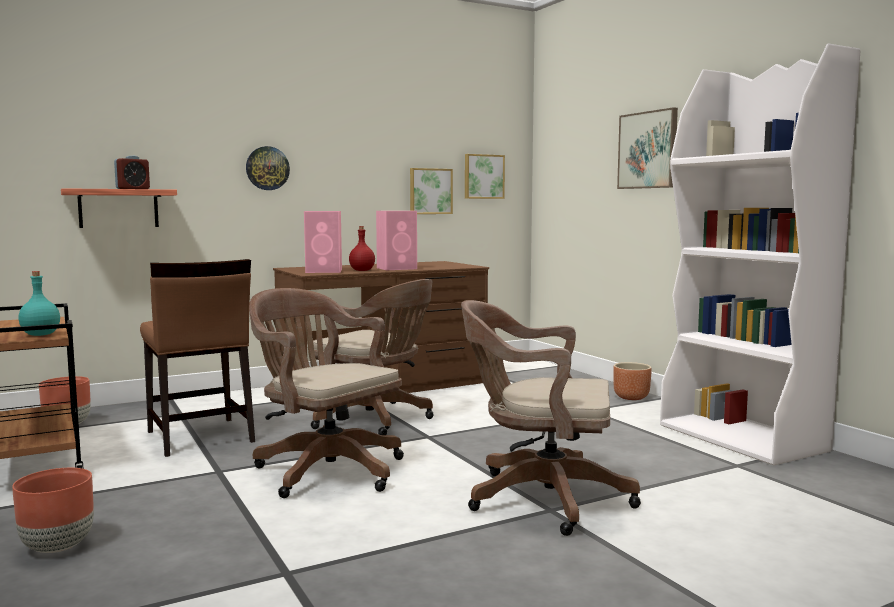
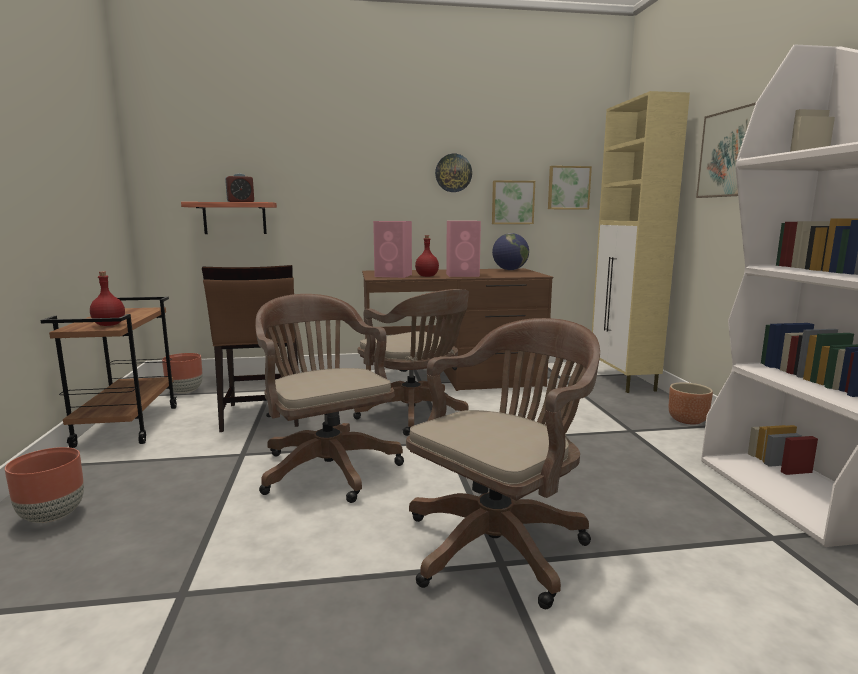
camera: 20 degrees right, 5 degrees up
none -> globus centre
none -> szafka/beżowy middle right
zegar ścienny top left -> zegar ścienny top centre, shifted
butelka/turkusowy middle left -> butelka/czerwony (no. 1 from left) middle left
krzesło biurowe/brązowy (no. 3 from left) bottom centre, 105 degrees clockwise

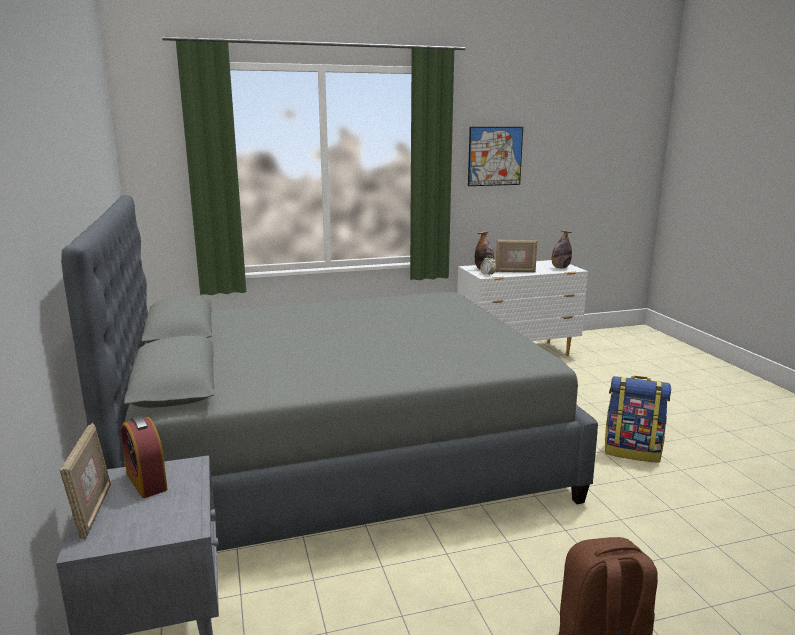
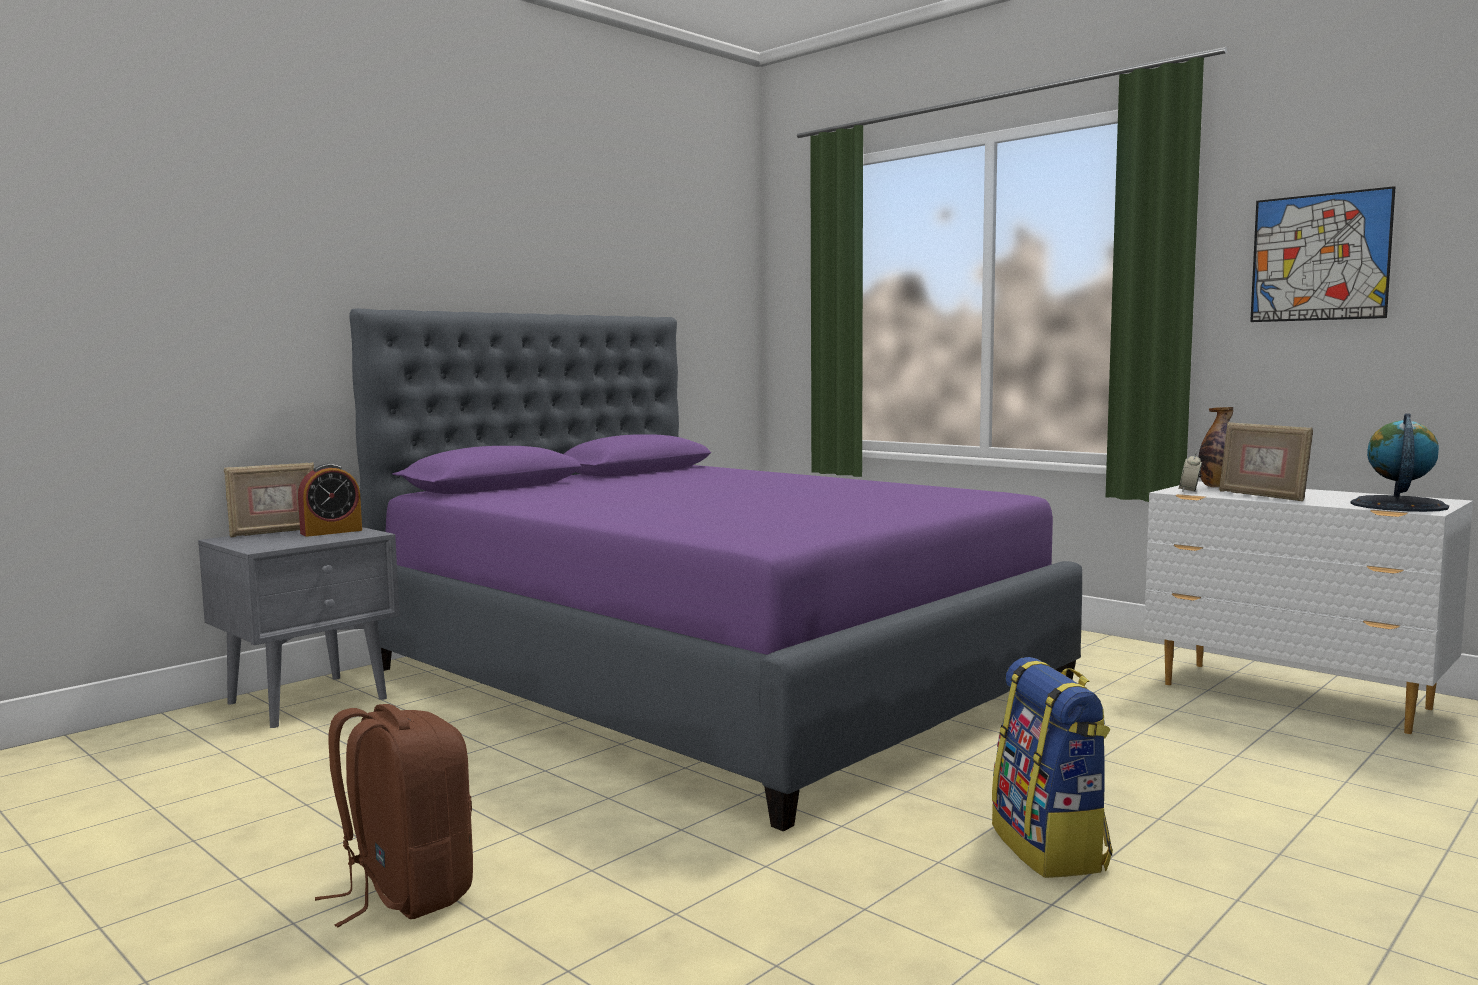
camera: 60 degrees right, 10 degrees down
butelka (no. 2 from left) middle right -> globus middle right
łóżko/szary centre -> łóżko/fioletowy centre
budzik (no. 1 from left) bottom left -> budzik (no. 1 from left) middle left, 150 degrees counterclockwise

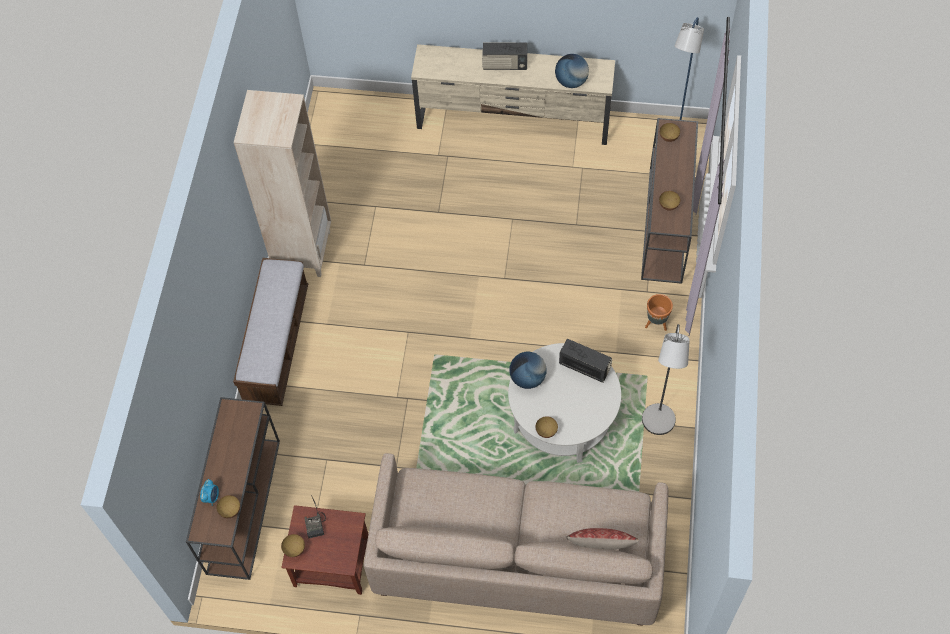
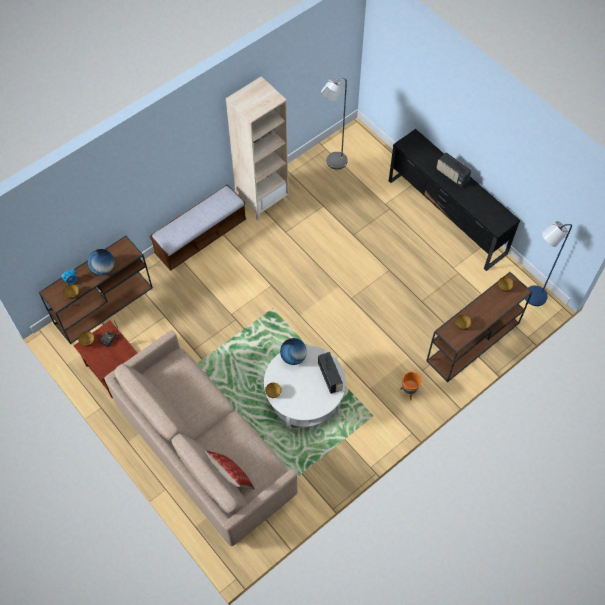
camera: 40 degrees right, 0 degrees up
globus (no. 2 from left in the first image) top centre -> globus (no. 1 from left) middle left, shifted
lampa stojąca/szary middle right -> lampa stojąca/szary top centre, shifted
szafka pod telewizor/beżowy top centre -> szafka pod telewizor/czarny top right

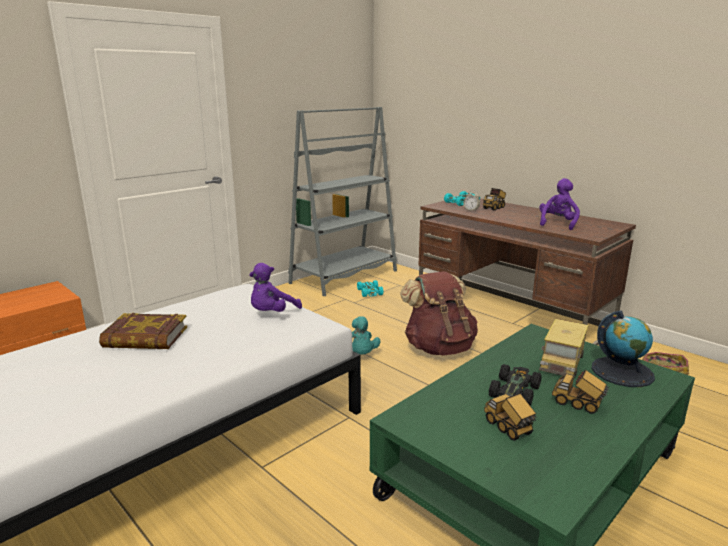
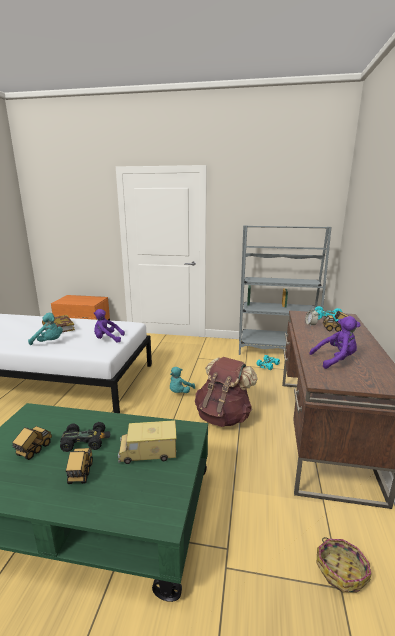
camera: 55 degrees right, 0 degrees up
globus middle right -> none
none -> pluszak/turkusowy (no. 1 from left) middle left

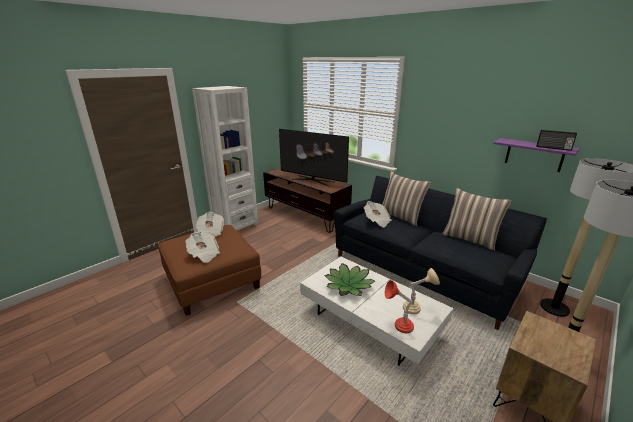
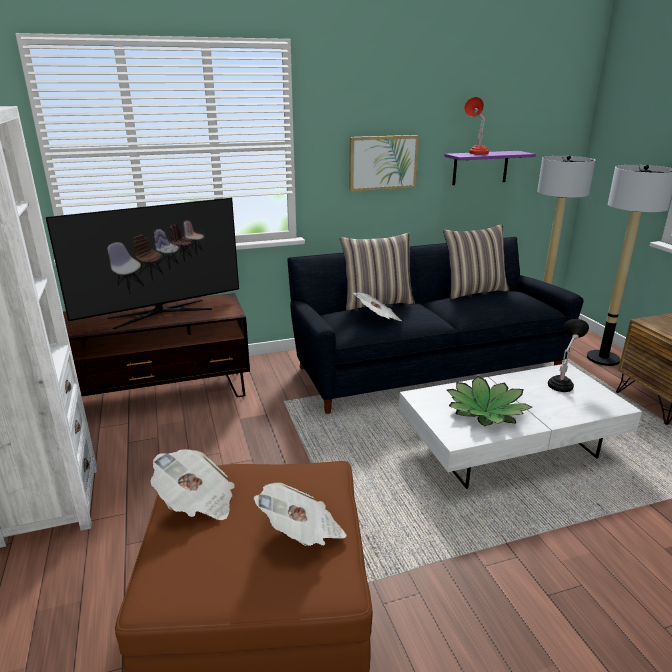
camera: 60 degrees left, 0 degrees up
radio top right -> none
none -> obraz top centre
lampa stołowa/czerwony bottom centre -> lampa stołowa/czerwony top right, shifted
lampa stołowa/beżowy bottom centre -> lampa stołowa/czarny middle right

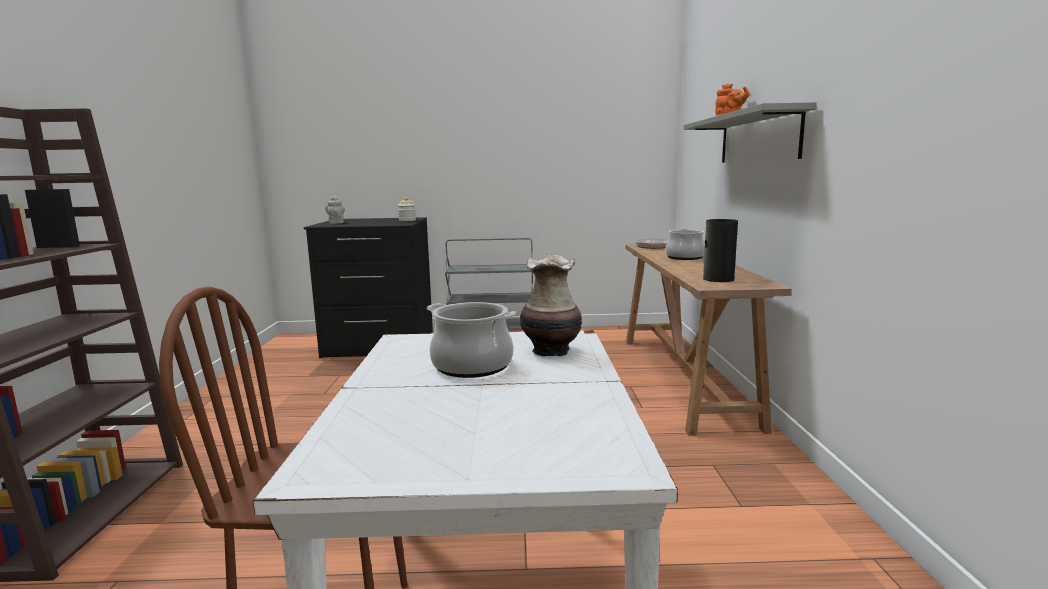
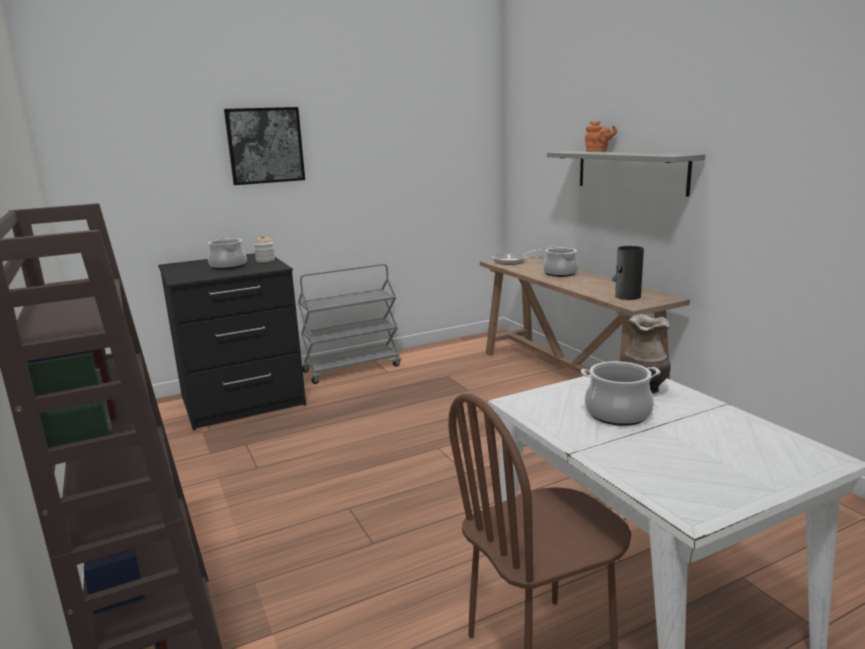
camera: 25 degrees left, 5 degrees up
imbryk/szary middle left -> none
none -> garnek (no. 1 from left) middle left
none -> obraz top left

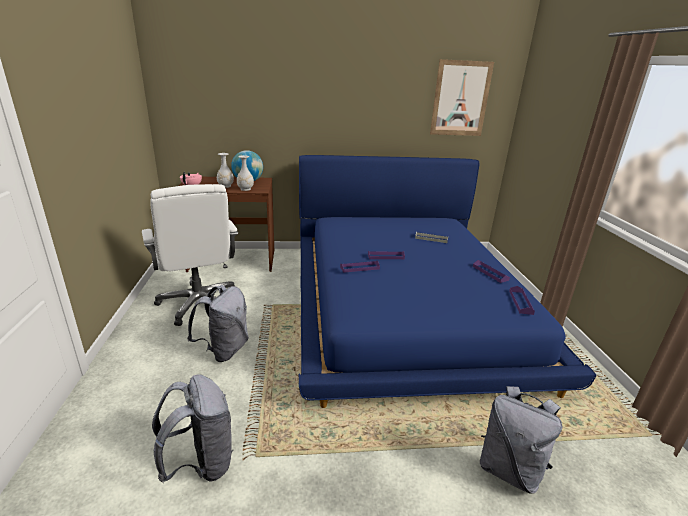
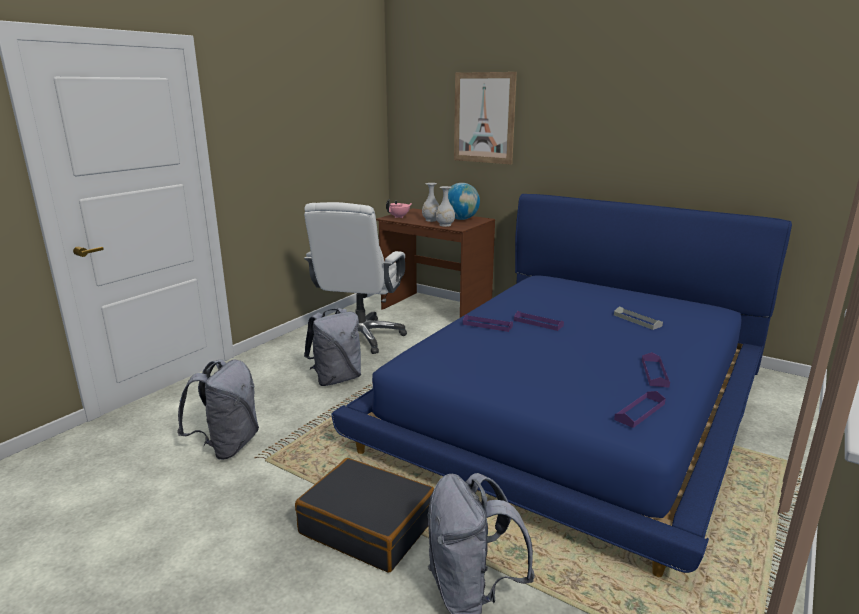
camera: 40 degrees right, 5 degrees down
none -> walizka/czarny bottom centre
obraz top right -> obraz top centre, shifted

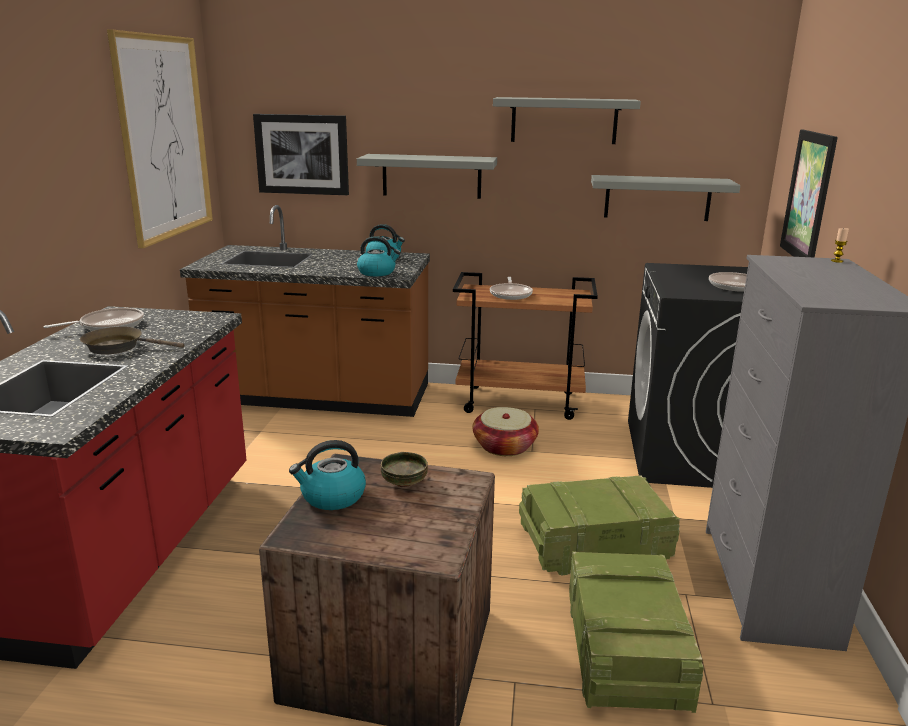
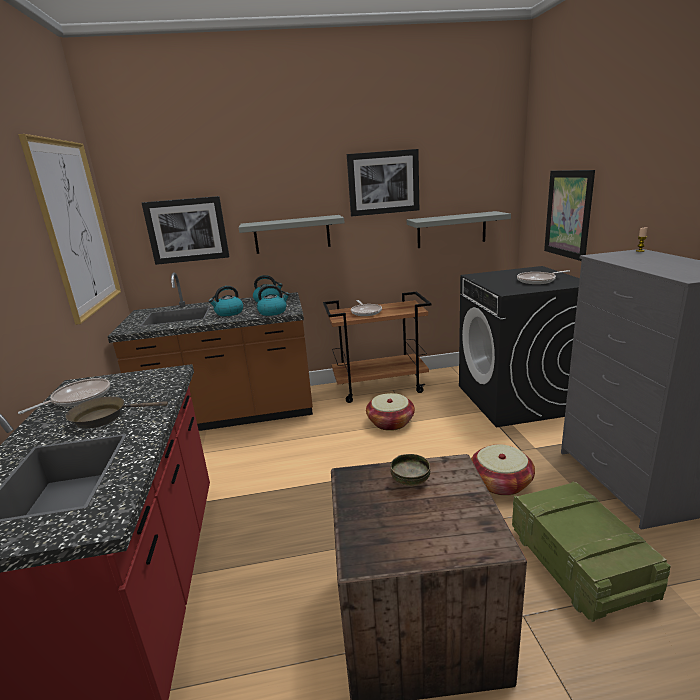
camera: 15 degrees left, 0 degrees up
czajnik (no. 1 from left) centre -> czajnik (no. 1 from left) middle left, shifted
półka/szary (no. 2 from left) top centre -> obraz (no. 3 from left) top centre
skrzynka (no. 2 from left) bottom centre -> koszyk (no. 2 from left) bottom right

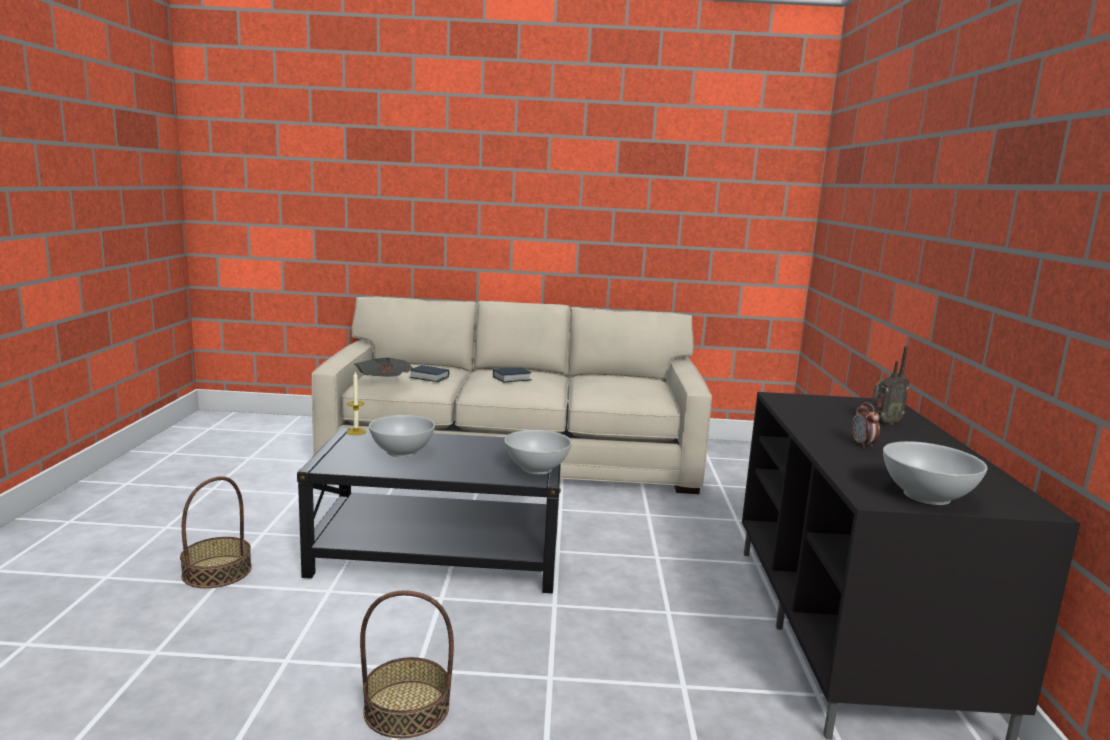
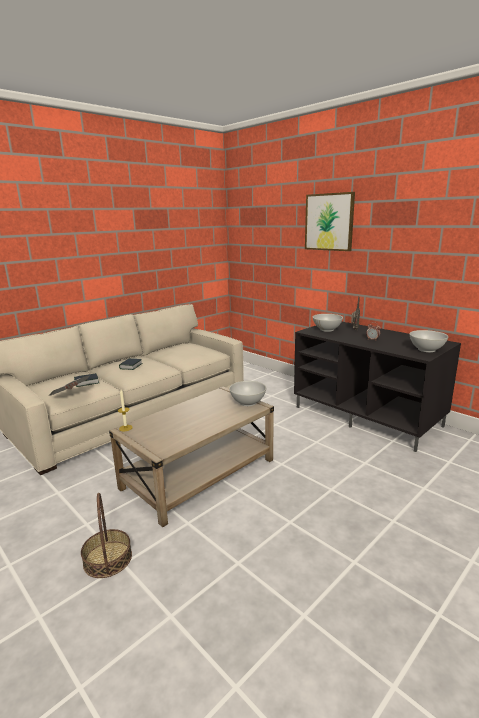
camera: 45 degrees left, 5 degrees up
koszyk (no. 2 from left) bottom centre -> none
none -> obraz top right
miska/biały (no. 1 from left in the first image) centre -> miska/biały (no. 2 from left) middle right, shifted
ława/czarny bottom centre -> ława/beżowy centre

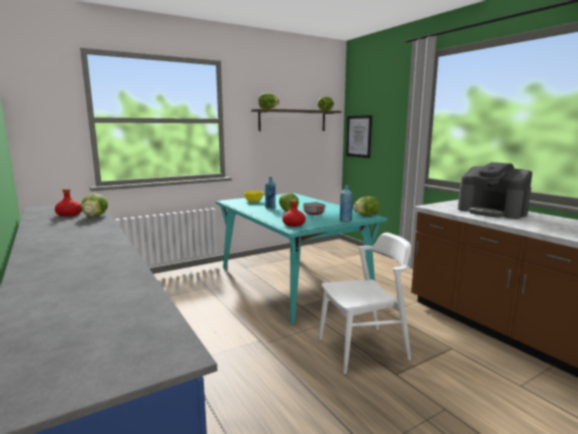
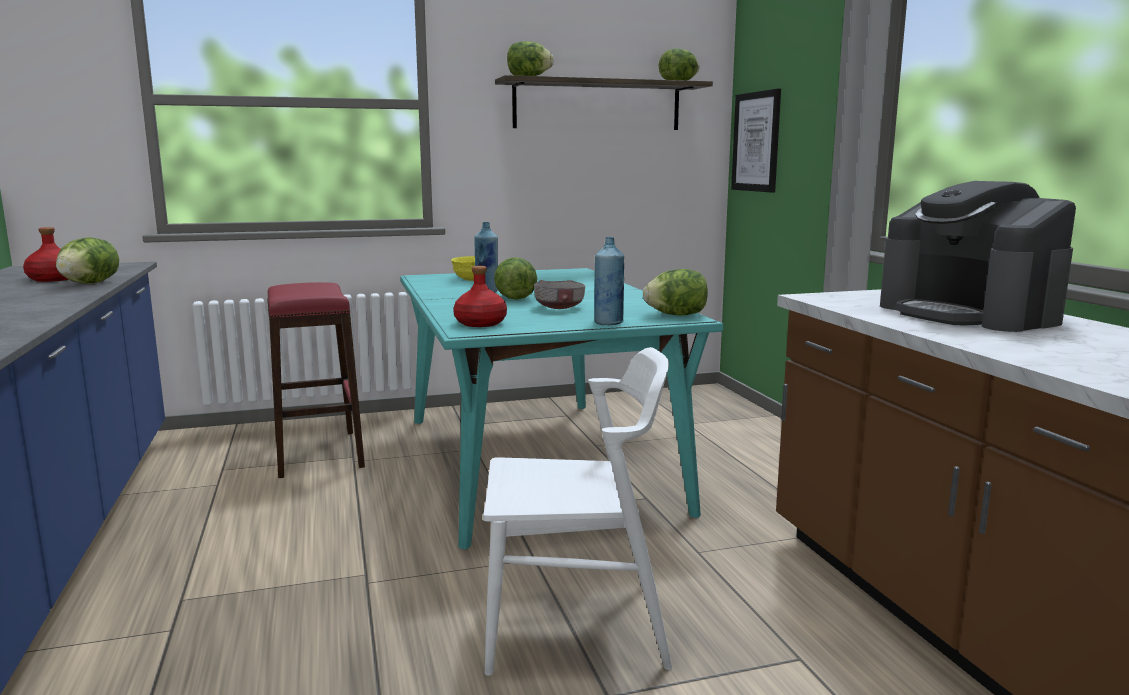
camera: 15 degrees right, 0 degrees up
none -> stołek/czerwony middle left

